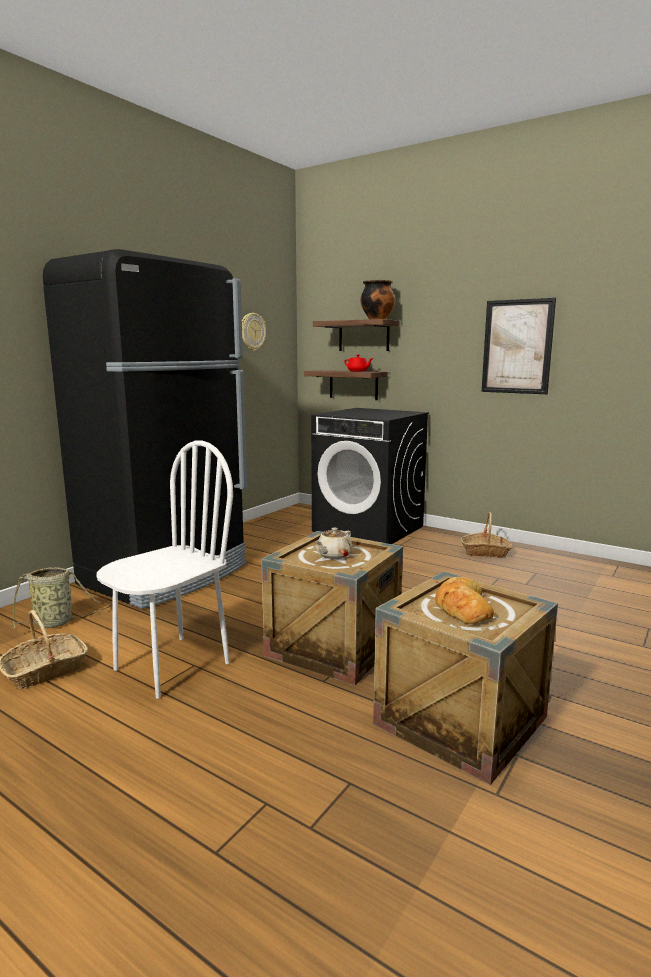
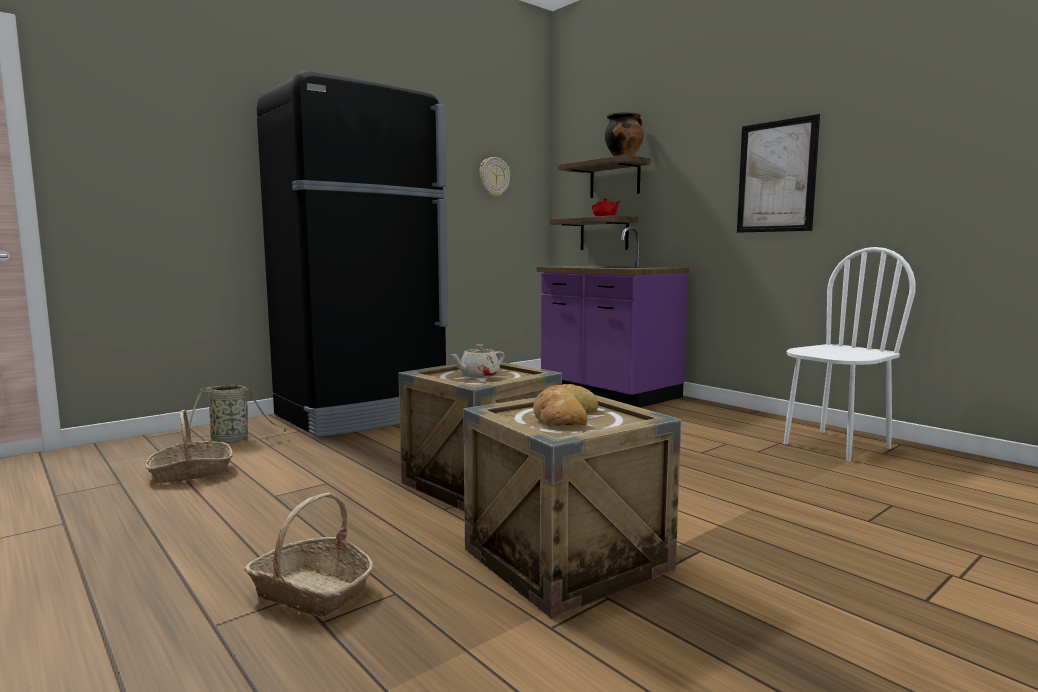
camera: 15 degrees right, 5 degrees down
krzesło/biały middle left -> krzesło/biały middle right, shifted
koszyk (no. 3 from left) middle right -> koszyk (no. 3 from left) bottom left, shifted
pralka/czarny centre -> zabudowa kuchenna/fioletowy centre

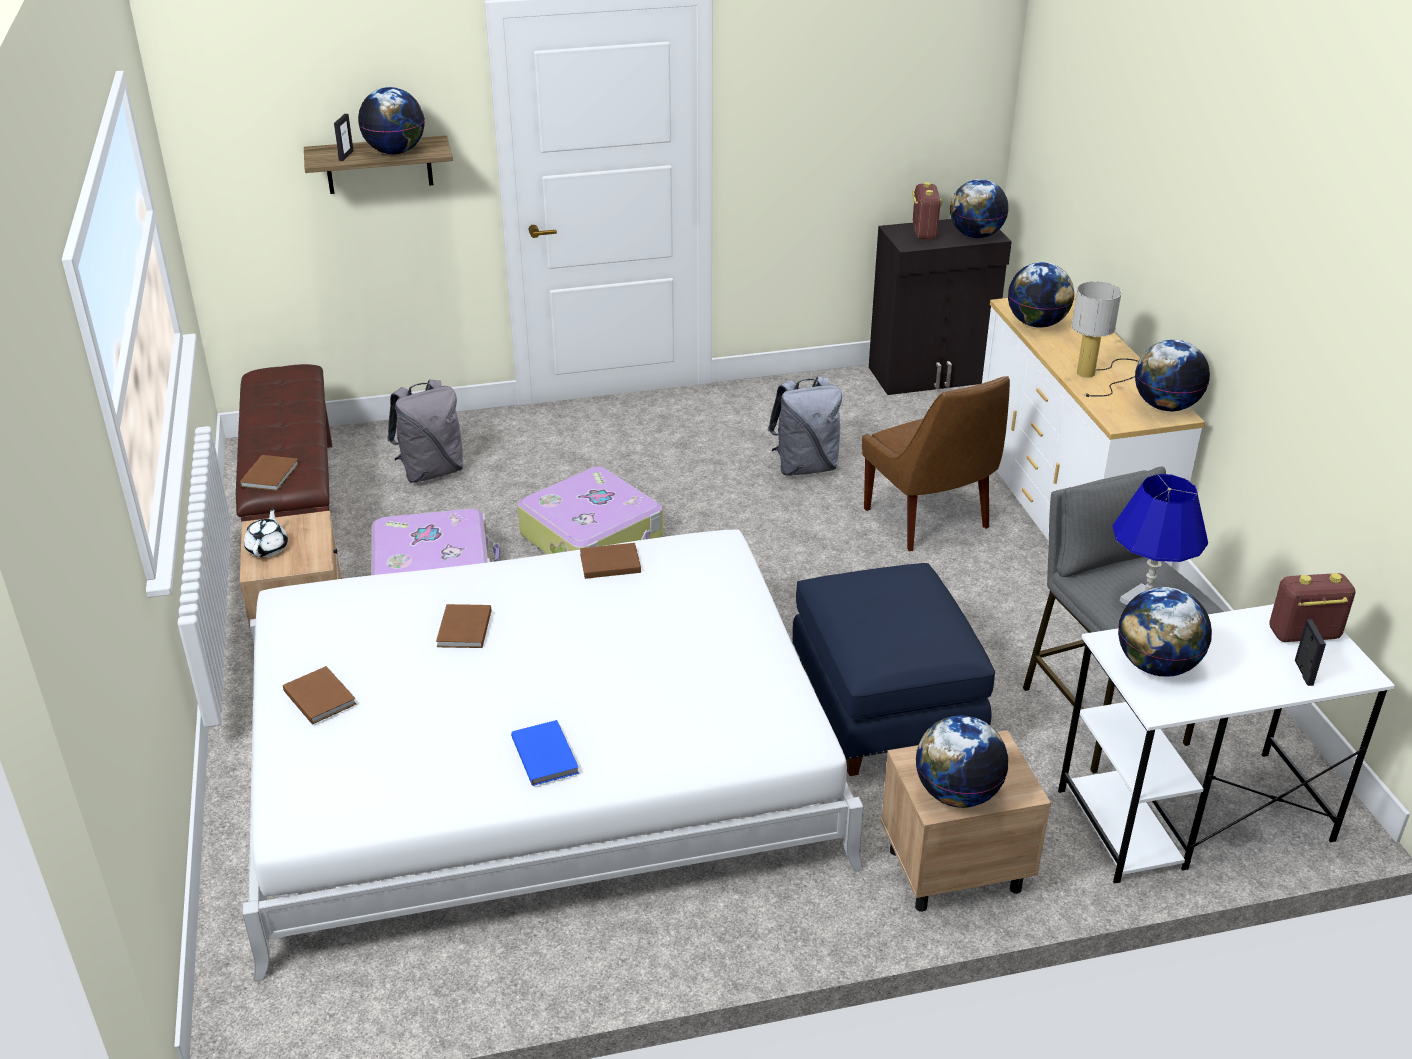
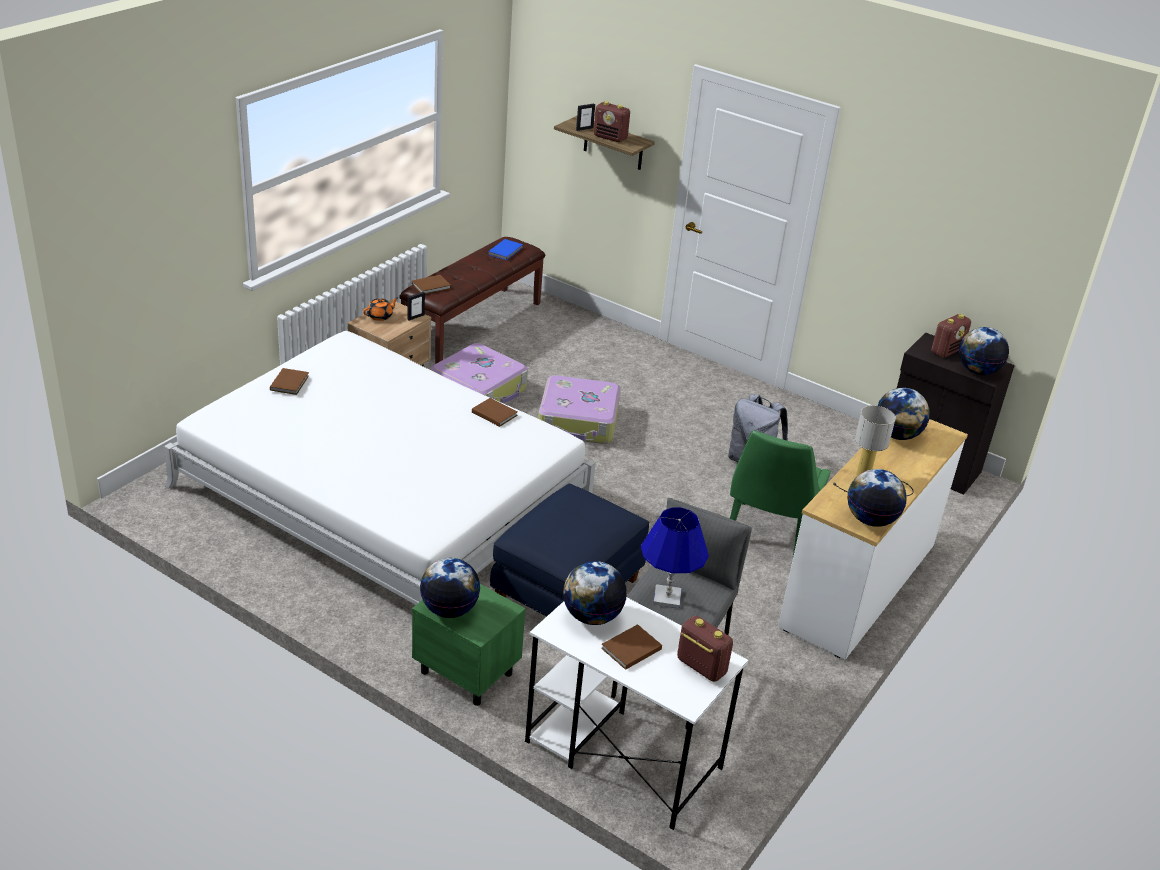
camera: 45 degrees right, 0 degrees up
plecak/szary (no. 1 from left) middle left -> none
książka/brązowy (no. 3 from left in the first image) middle left -> książka/brązowy (no. 4 from left) bottom centre, shifted
książka/niebieski bottom centre -> książka/niebieski top centre, shifted
ramka na zdjęcie (no. 2 from left in the first image) middle right -> ramka na zdjęcie (no. 1 from left) centre, shifted
globus (no. 1 from left) top left -> radio (no. 1 from left) top centre
imbryk/biały middle left -> imbryk/pomarańczowy middle left
krzesło/brązowy centre -> krzesło/zielony middle right
szafka nocna/beżowy (no. 2 from left) bottom right -> szafka nocna/zielony bottom centre

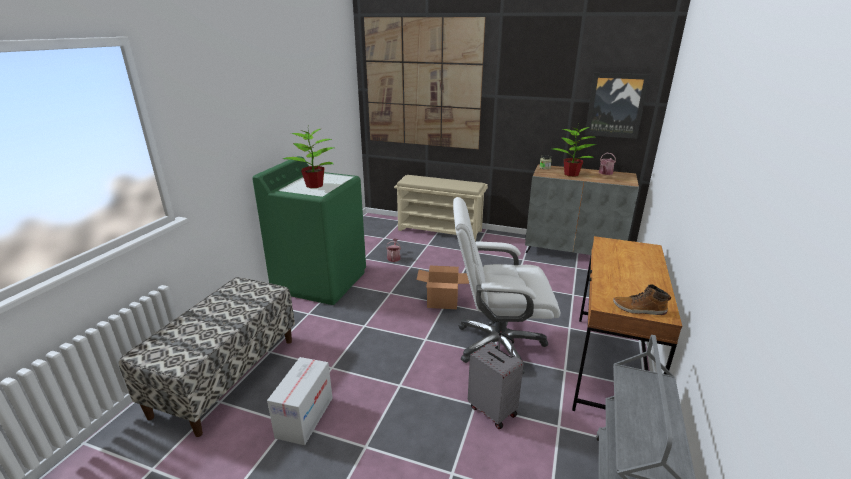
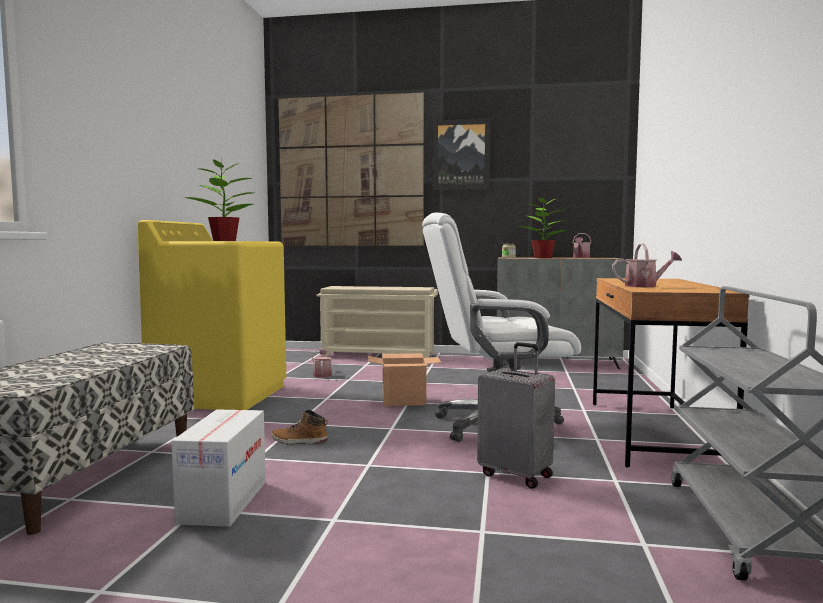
camera: 10 degrees left, 20 degrees down
none -> konewka (no. 3 from left) middle right
obraz (no. 2 from left) top right -> obraz (no. 2 from left) top centre, shifted
but z cholewką middle right -> but z cholewką bottom centre, shifted
pralka/zielony centre -> pralka/żółty middle left

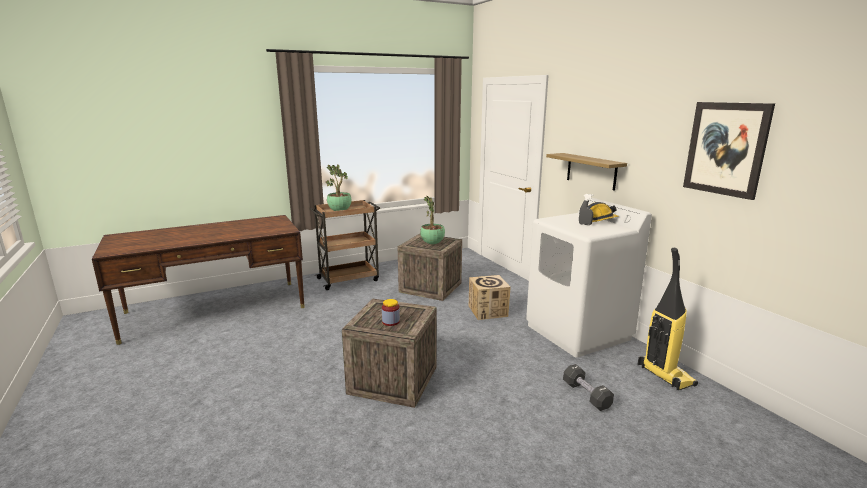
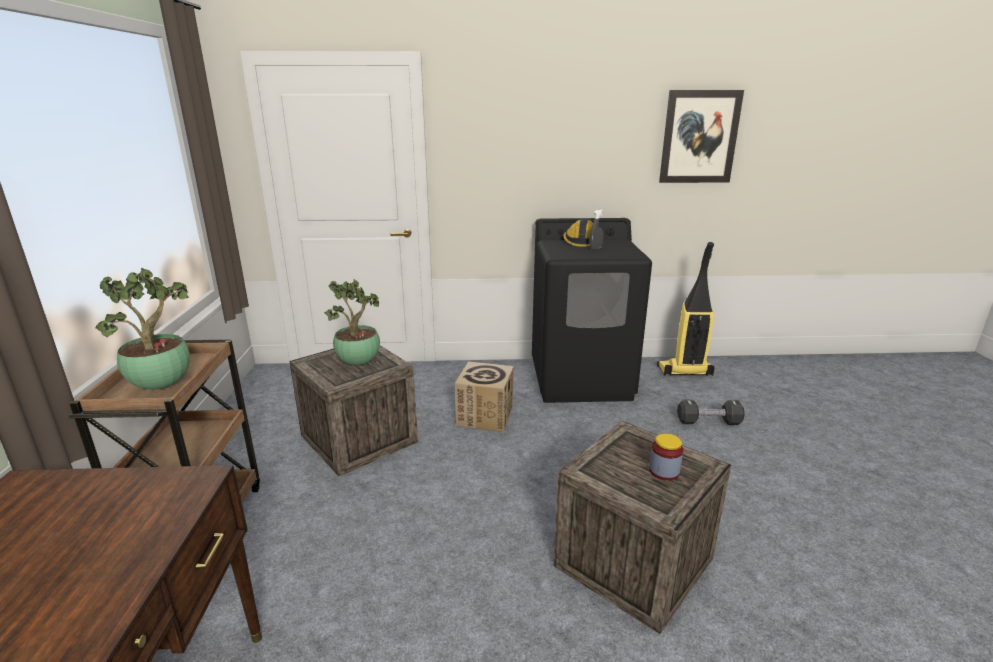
camera: 65 degrees left, 5 degrees up
półka middle right -> none
pralka/biały middle right -> pralka/czarny centre

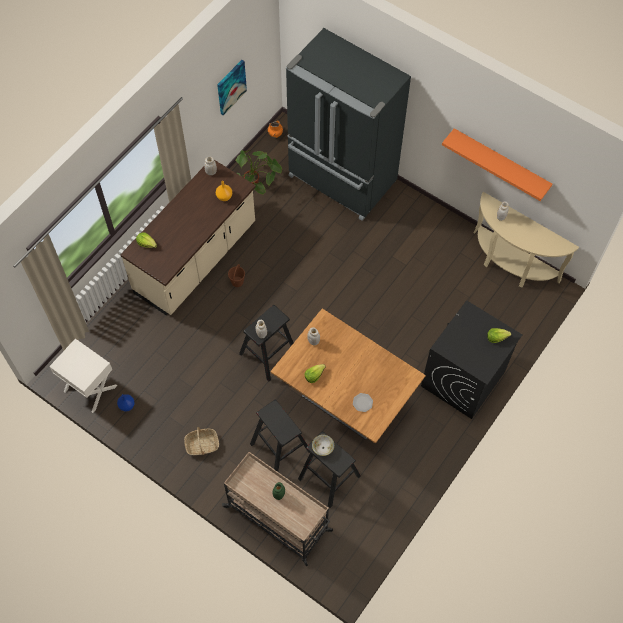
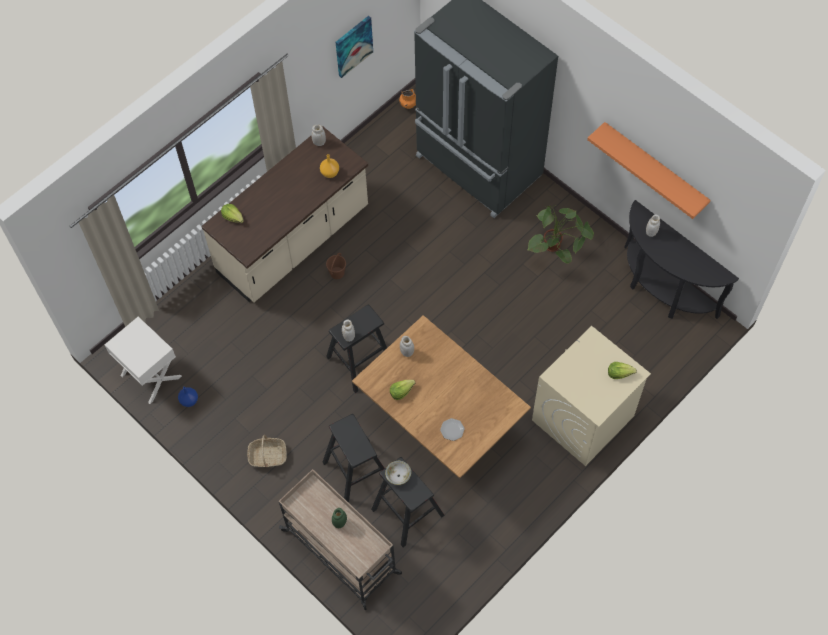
camera: 10 degrees right, 0 degrees up
roślina doniczkowa top centre -> roślina doniczkowa middle right, shifted
pralka/czarny middle right -> pralka/beżowy middle right
stolik konsolowy/beżowy middle right -> stolik konsolowy/czarny middle right

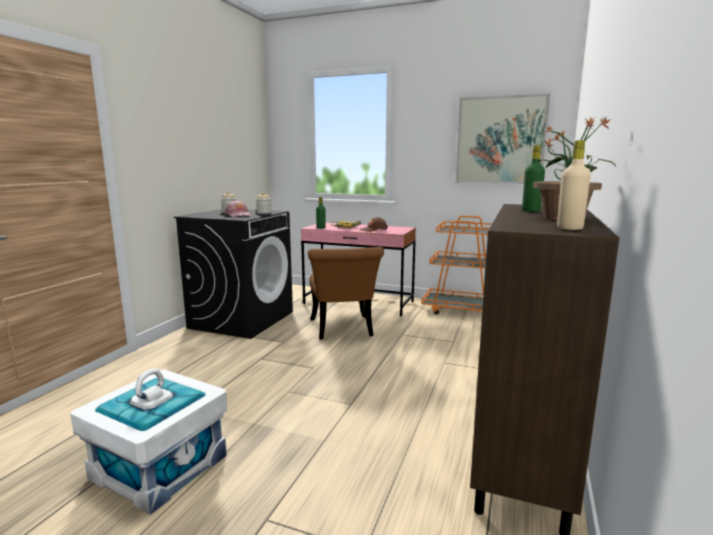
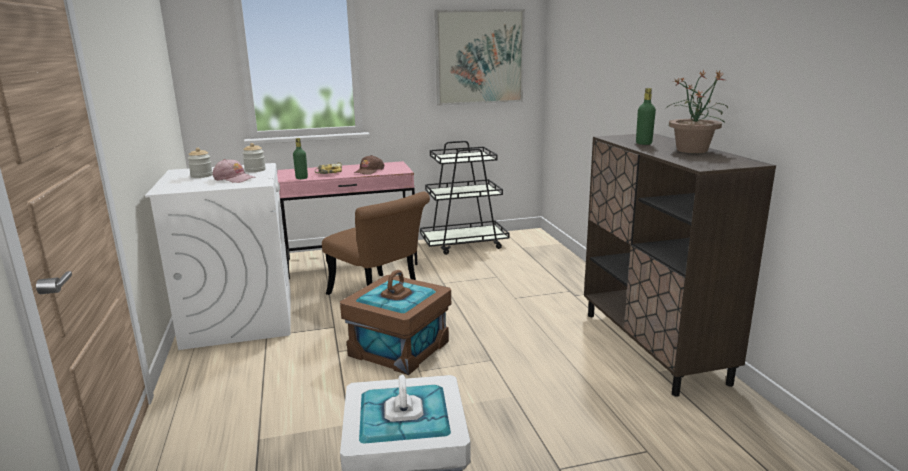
camera: 35 degrees left, 5 degrees up
butelka/beżowy middle right -> none
none -> pojemnik do przechowywania/brązowy bottom centre
pralka/czarny middle left -> pralka/biały middle left
wózek/pomarańczowy centre -> wózek/czarny centre

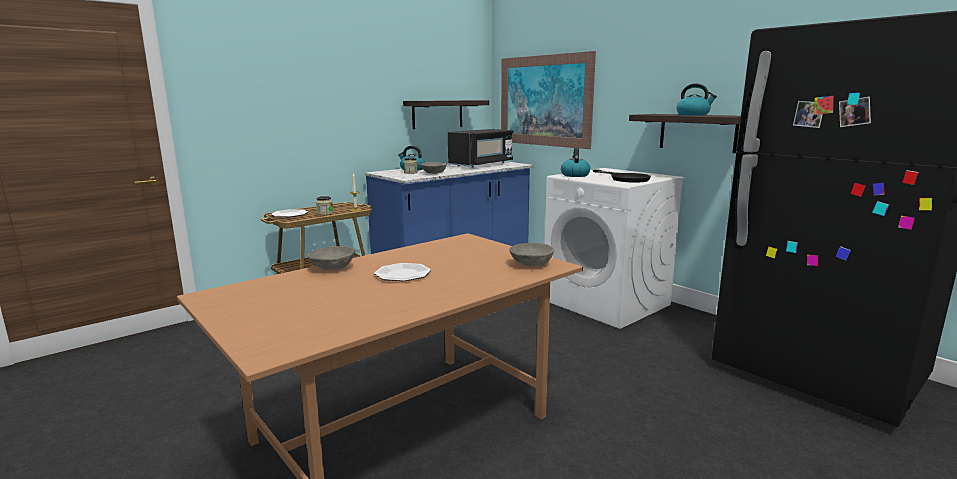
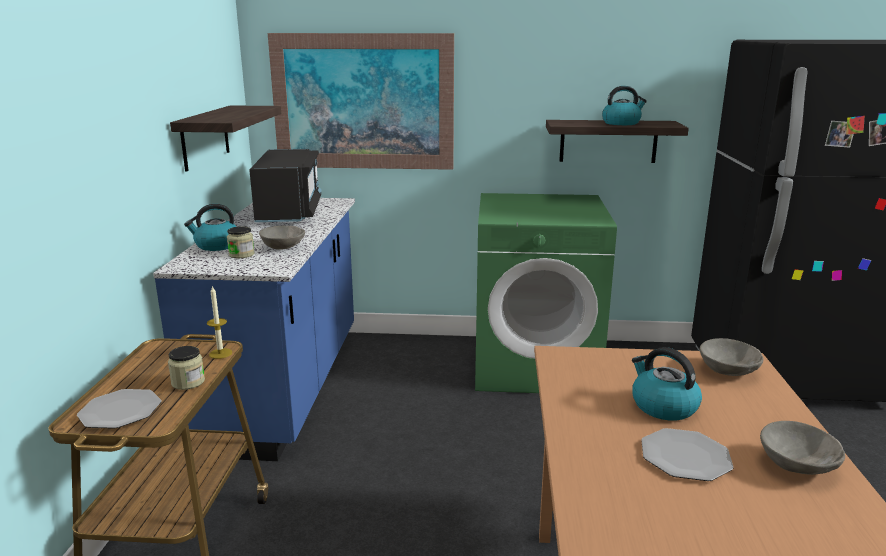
camera: 45 degrees left, 5 degrees up
patelnia/czarny centre -> none
miska/szary (no. 1 from left in the first image) centre -> miska/szary (no. 3 from left) bottom right, shifted
czajnik (no. 2 from left in the first image) centre -> czajnik (no. 3 from left) bottom right, shifted
pralka/biały centre -> pralka/zielony centre

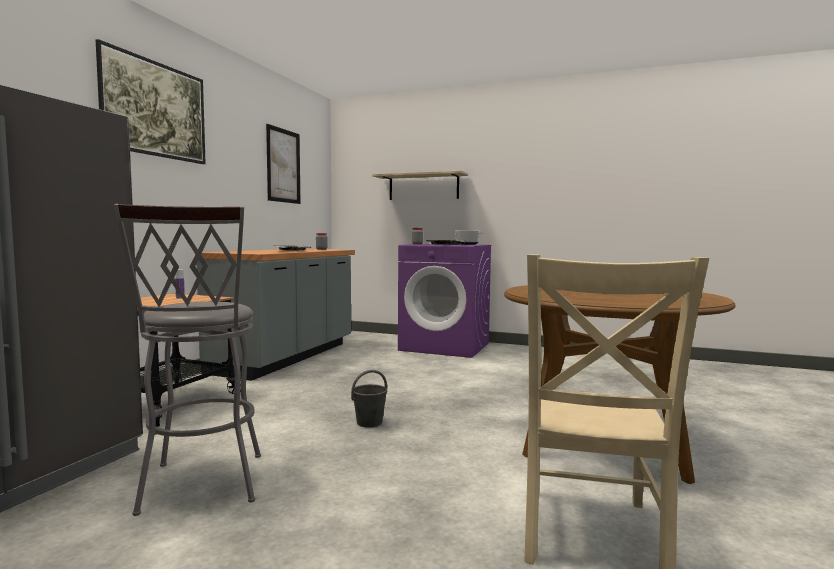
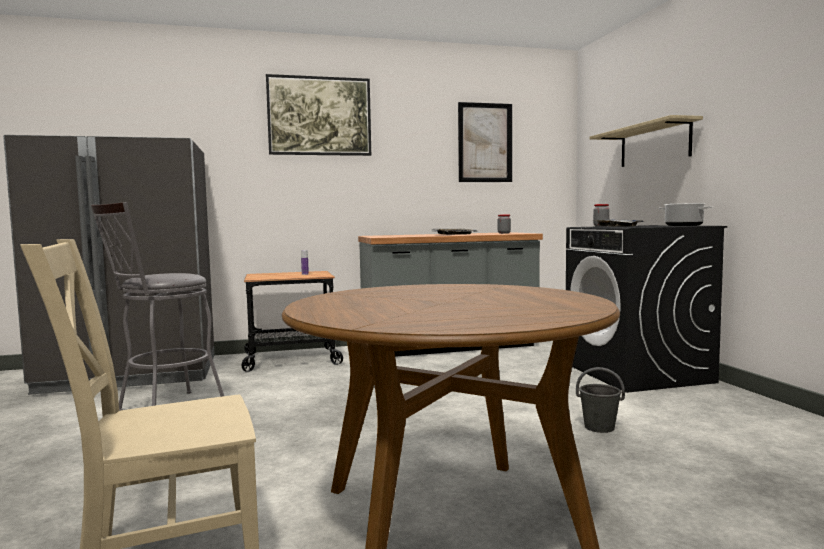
camera: 55 degrees right, 0 degrees up
wiadro/szary bottom centre -> wiadro/szary bottom right, shifted
pralka/fioletowy centre -> pralka/czarny middle right

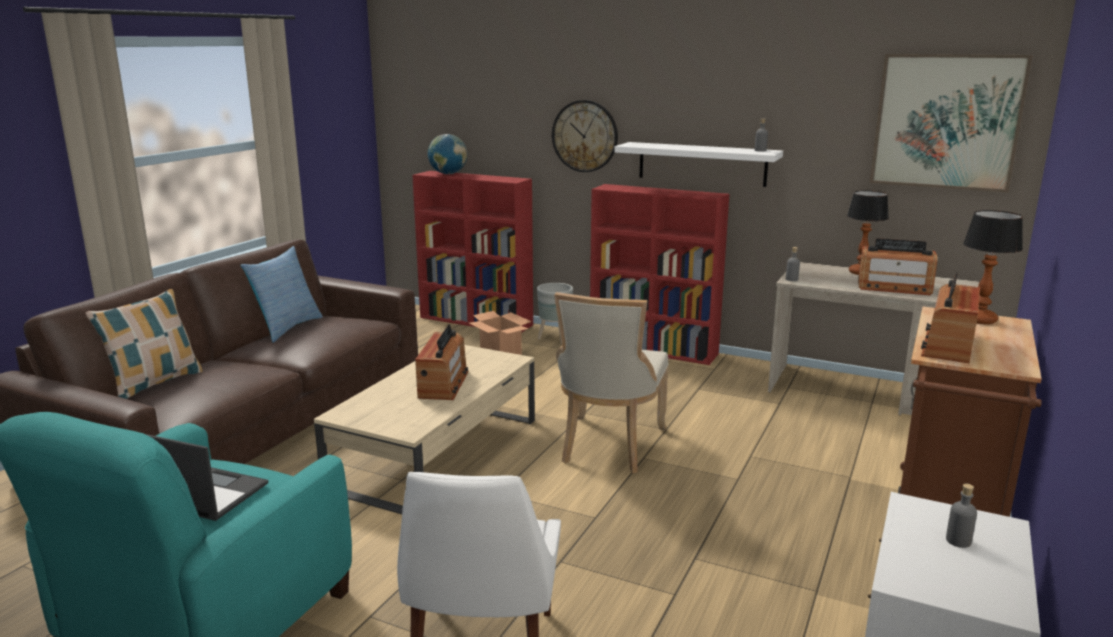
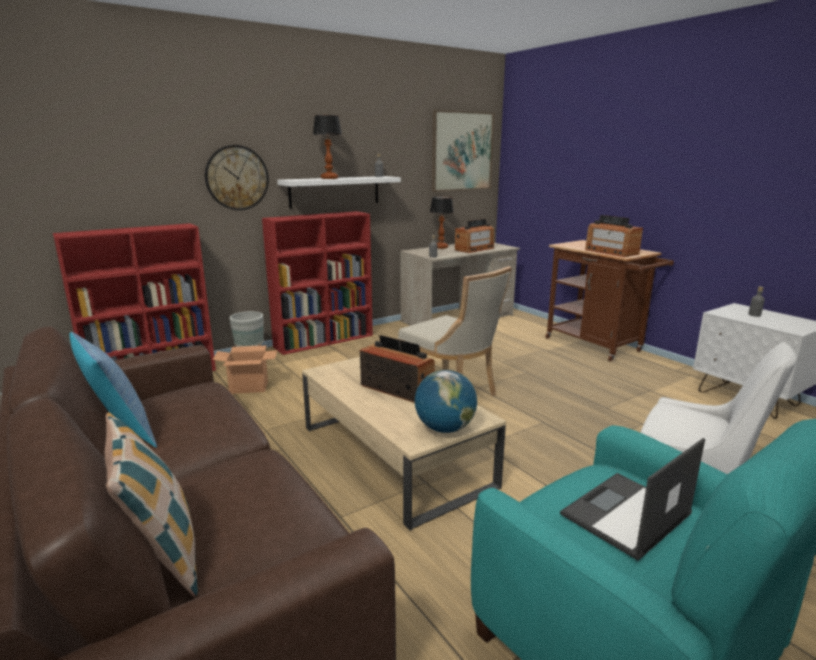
camera: 60 degrees left, 0 degrees up
globus top centre -> globus centre, shifted
lampa stołowa (no. 2 from left in the first image) middle right -> lampa stołowa (no. 1 from left) top centre, shifted

